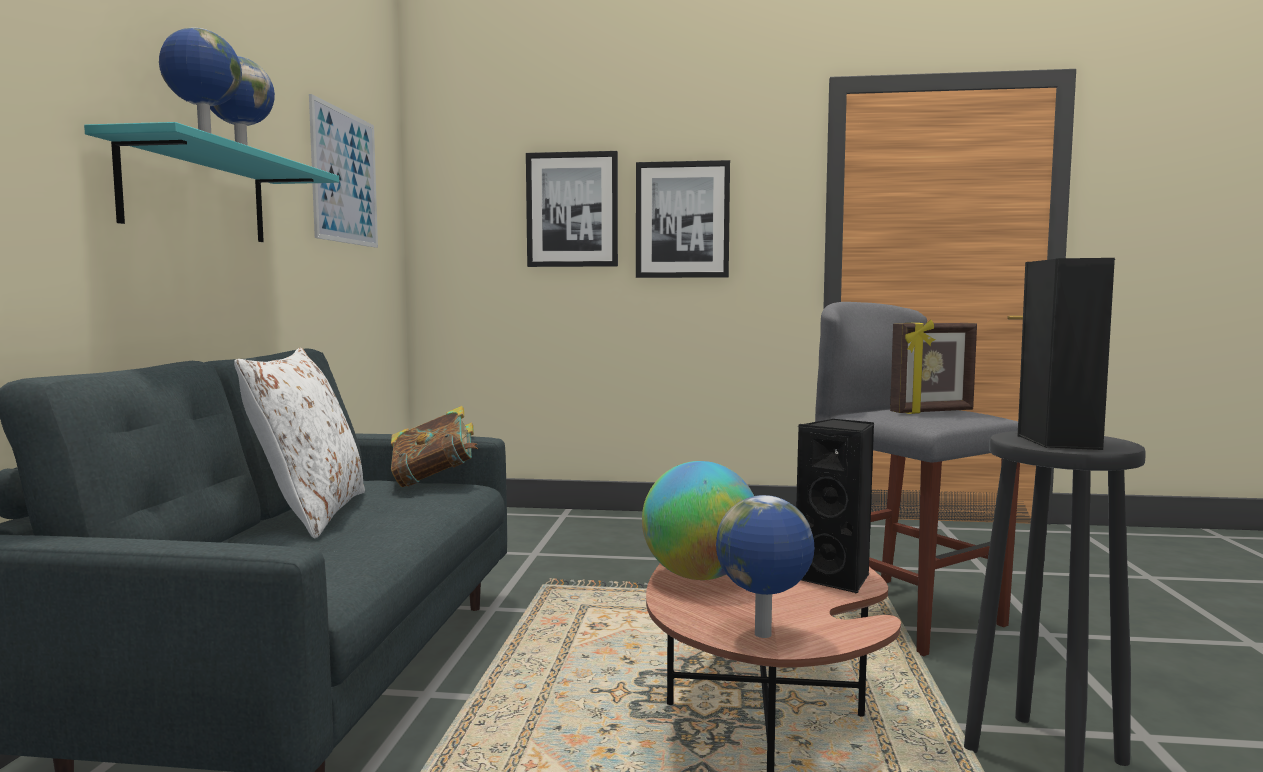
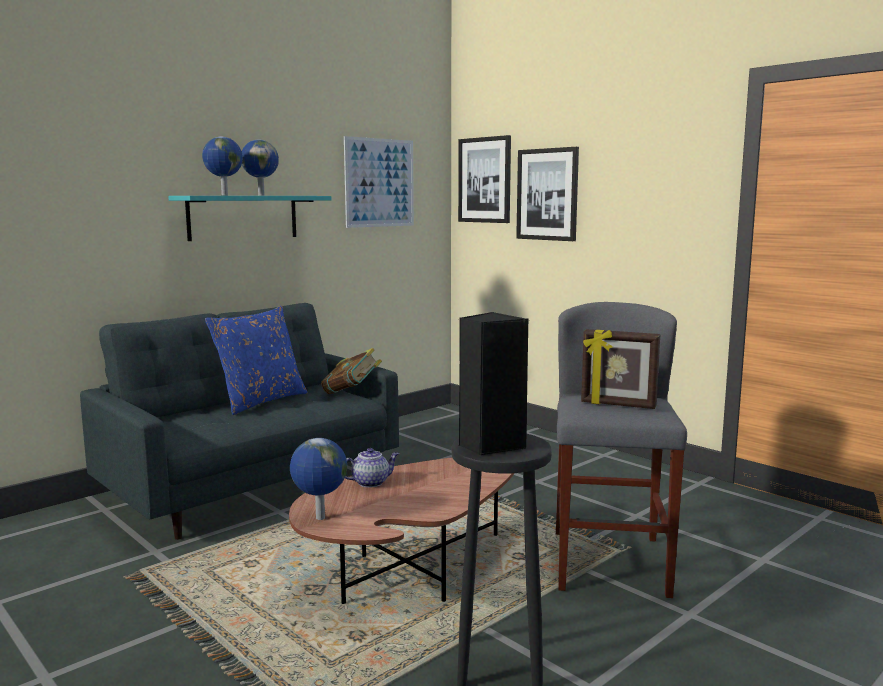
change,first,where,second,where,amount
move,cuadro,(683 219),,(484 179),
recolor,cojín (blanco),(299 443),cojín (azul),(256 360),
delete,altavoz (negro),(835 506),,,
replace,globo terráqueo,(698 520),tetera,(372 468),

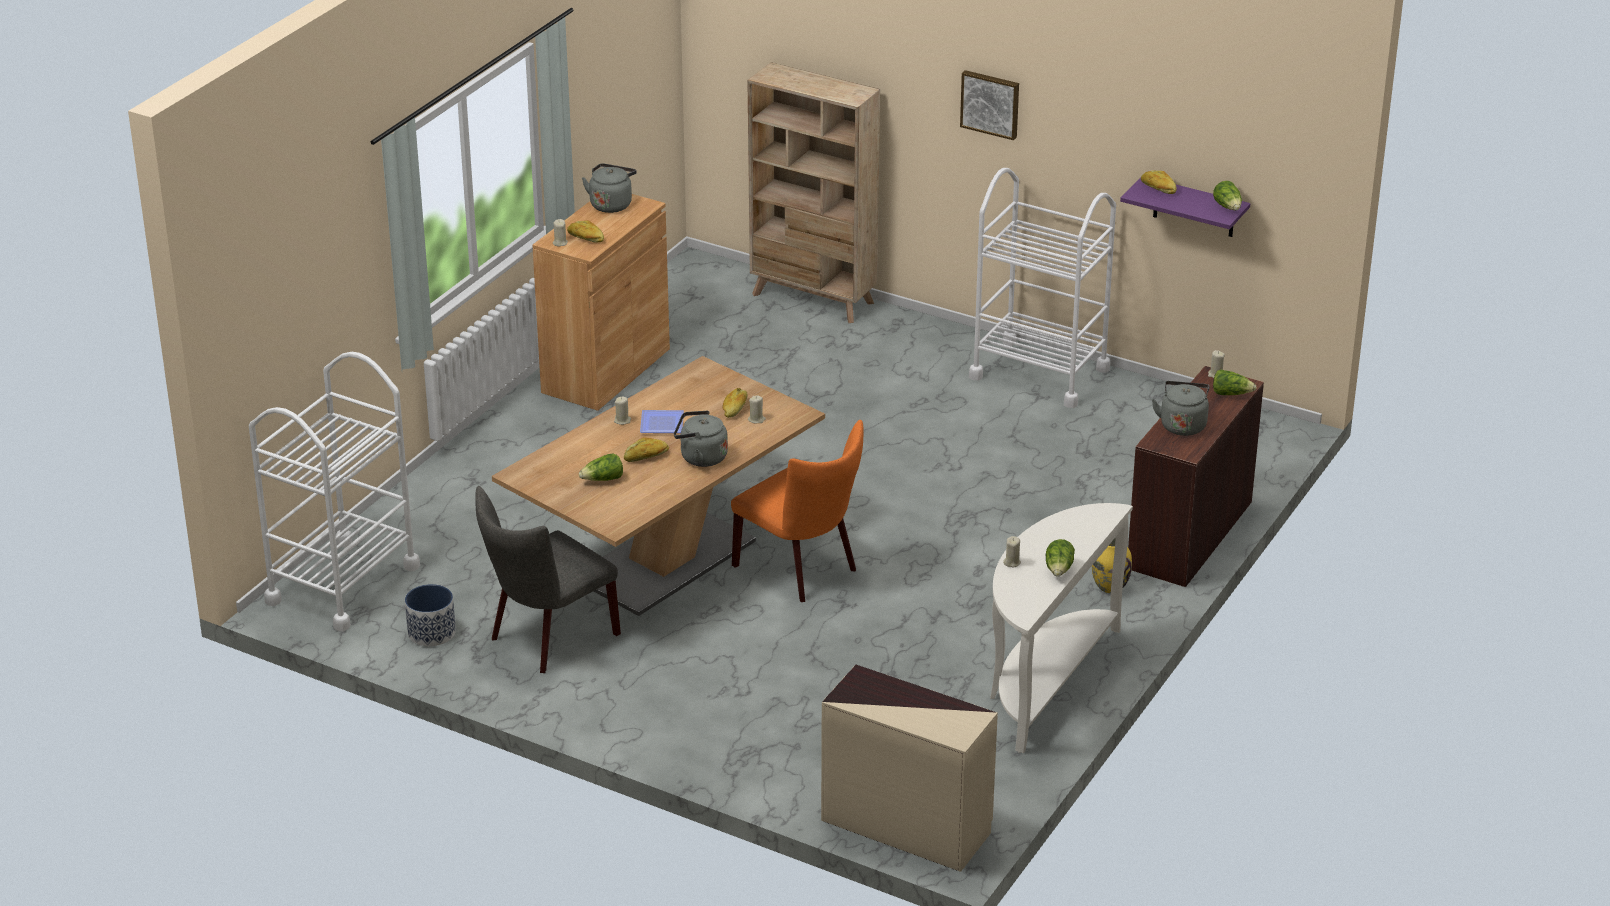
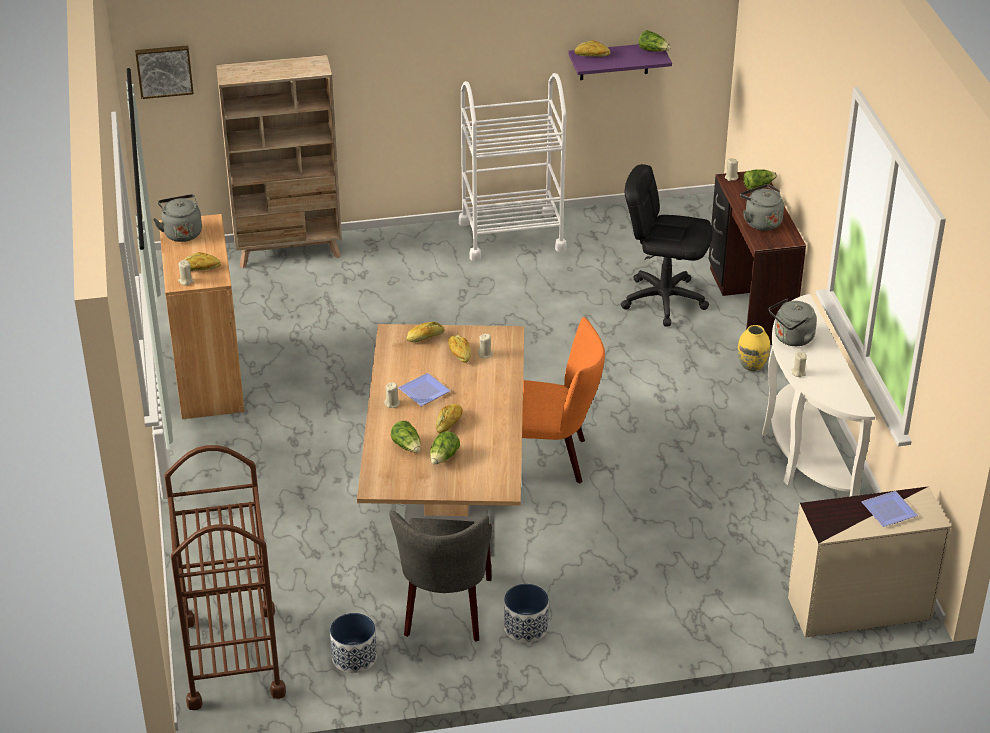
change,first,where,second,where,amount
move,cuadro,(989 105),,(164 72),
recolor,carrito (blanco),(334 491),carrito (marrón),(225 577),
move,hervidor (gris),(701 438),,(793 322),
move,lechuga,(1060 558),,(406 437),
insert,,,silla de oficina (negro),(667 245),
insert,,,pan,(425 332),
insert,,,plato,(889 509),
insert,,,maceta,(526 613),

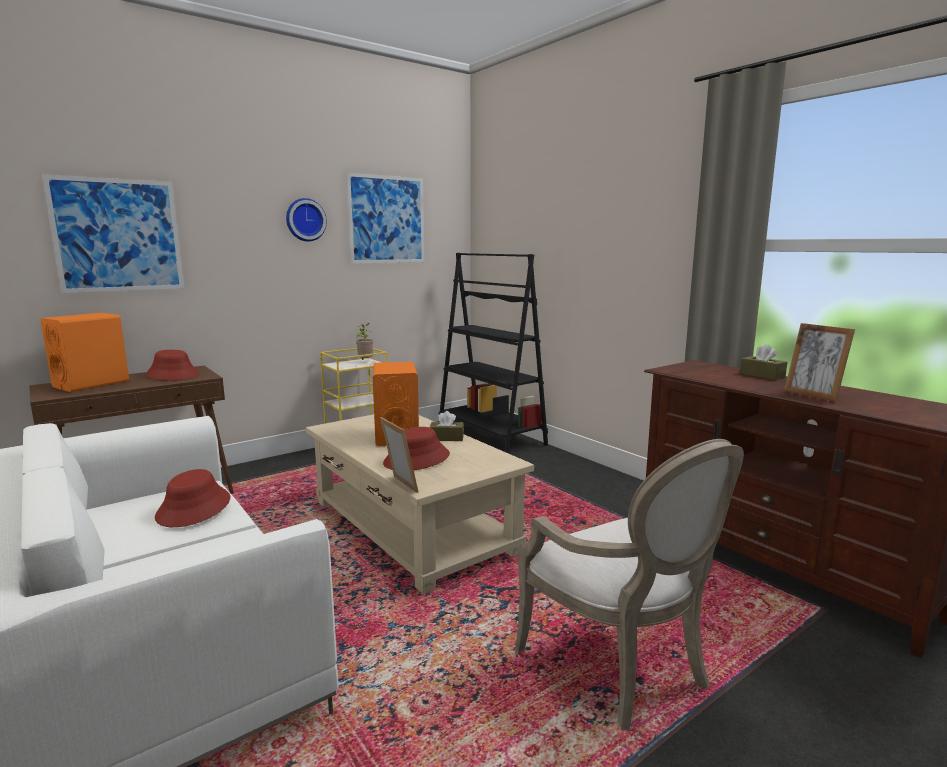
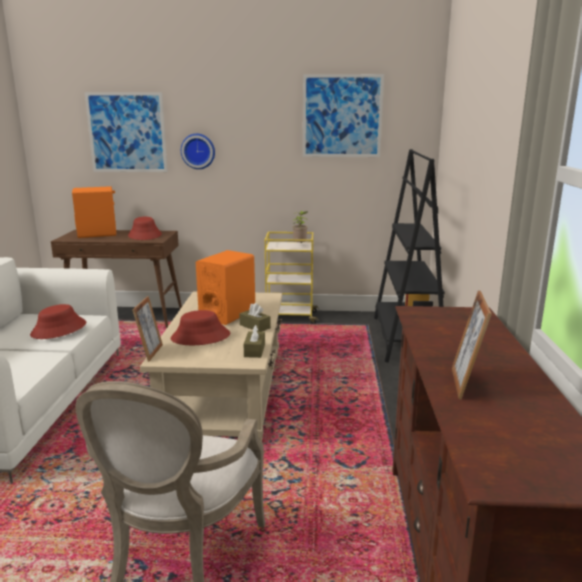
change,first,where,second,where,amount
move,reloj de pared,(306 220),,(198 151),
move,caja de pañuelos (marrón),(763 362),,(254 341),

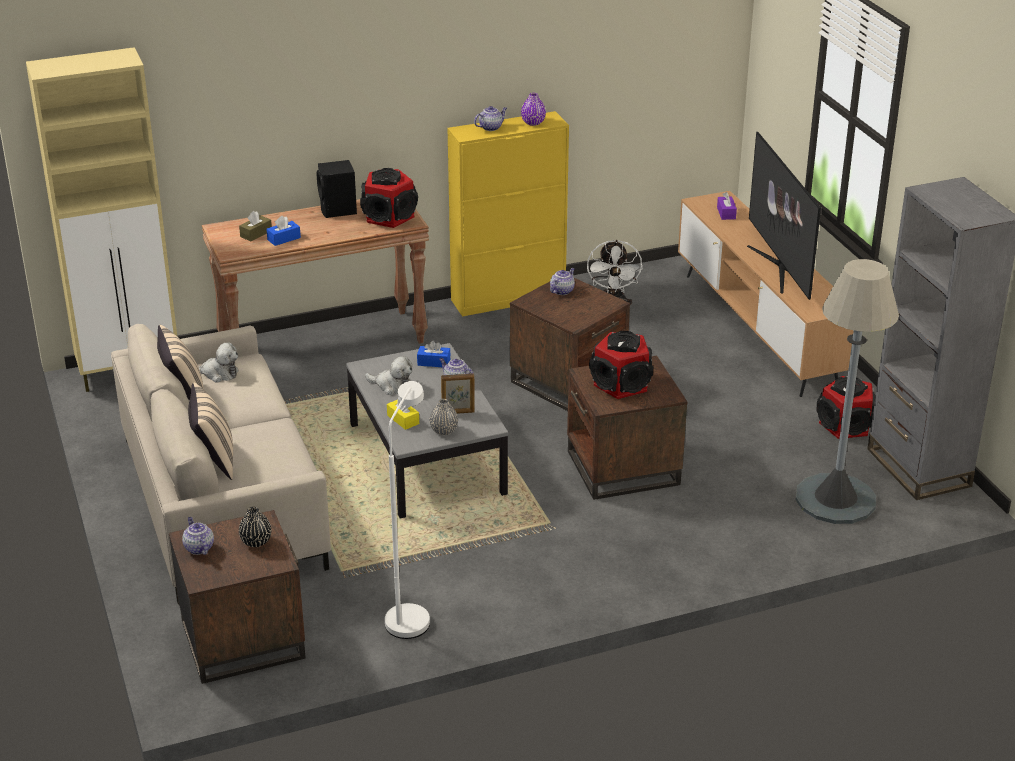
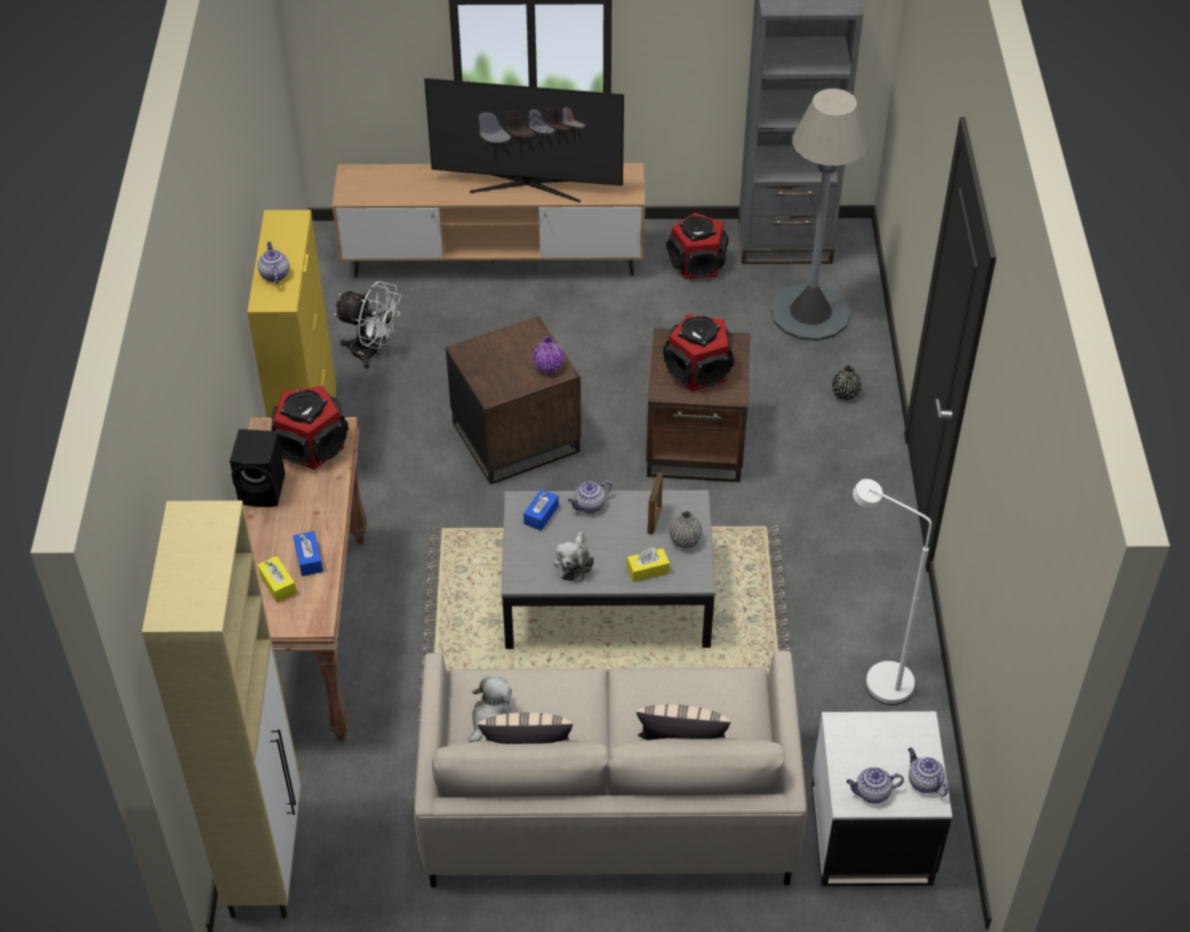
change,first,where,second,where,amount
move,florero (morado),(533 109),,(548 355),
delete,caja de pañuelos (morado),(727 206),,,
recolor,caja de pañuelos (marrón),(255 226),caja de pañuelos (amarillo),(277 579),
move,tetera,(562 281),,(928 772),
rotate,peluche,(388 375),,(574 556),150 degrees clockwise
move,florero (negro),(255 527),,(846 383),
recolor,mesa auxiliar (marrón),(237 597),mesa auxiliar (blanco),(882 798),

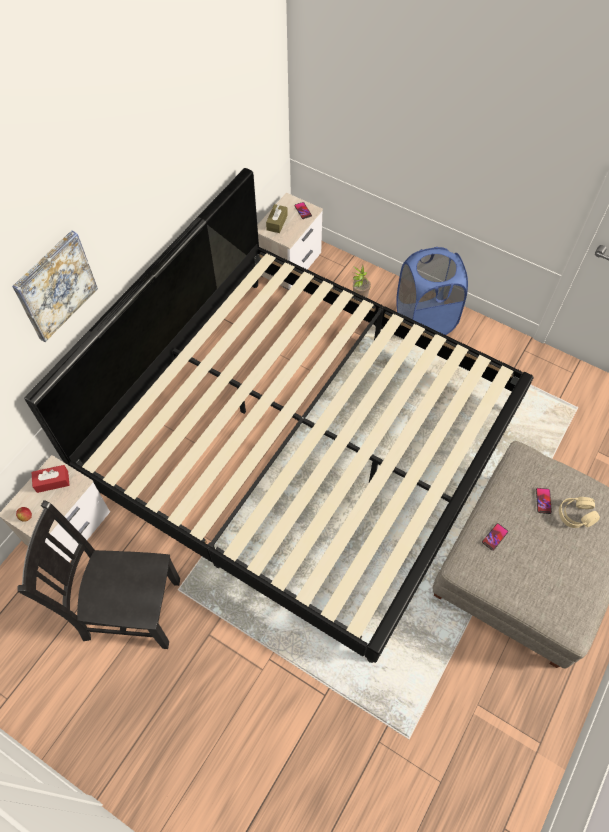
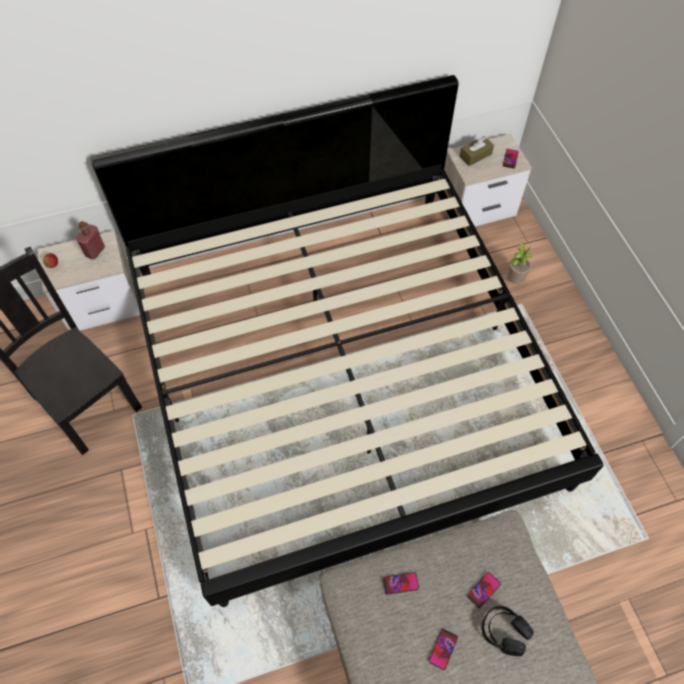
change,first,where,second,where,amount
delete,cuadro,(55 286),,,
delete,cesto de la ropa (azul),(432 291),,,
replace,caja de pañuelos (rojo),(50 479),botella (rojo),(90 240),
recolor,auriculares (beis),(579 512),auriculares (negro),(508 631),
insert,,,móvil,(443 649),

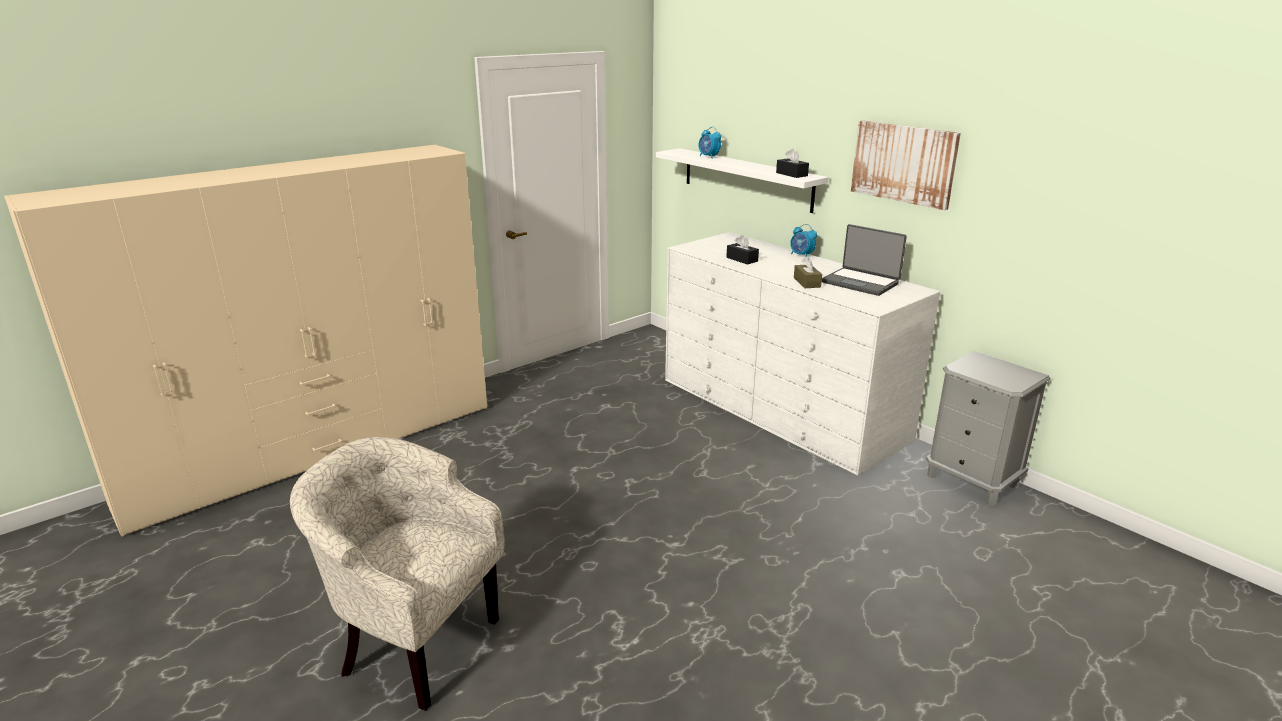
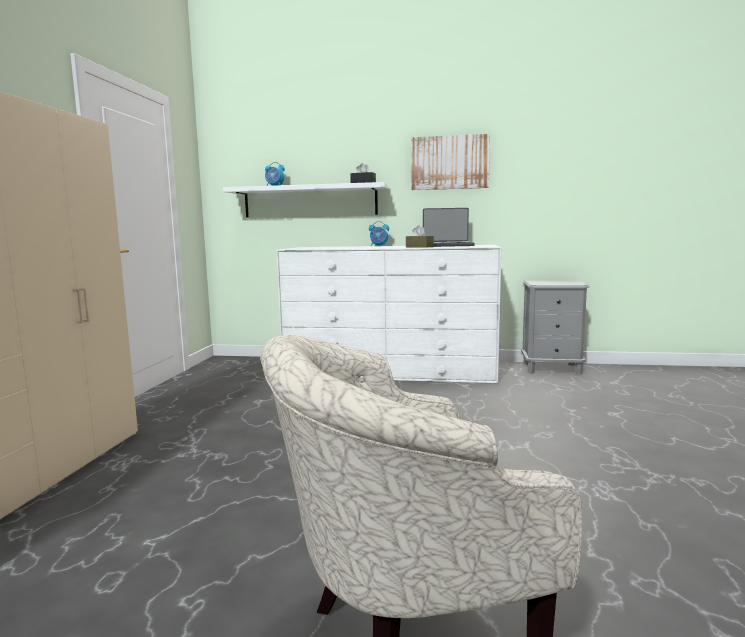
change,first,where,second,where,amount
delete,caja de pañuelos (negro),(742 250),,,

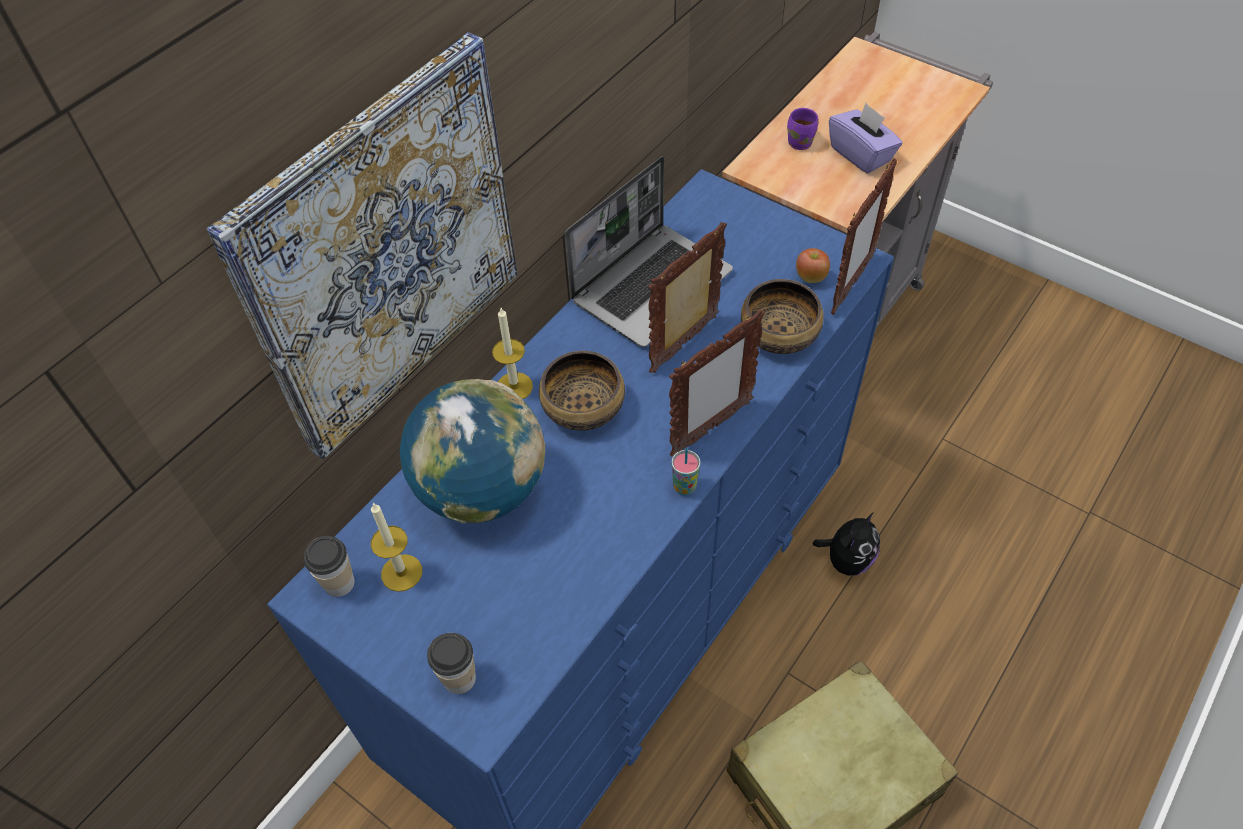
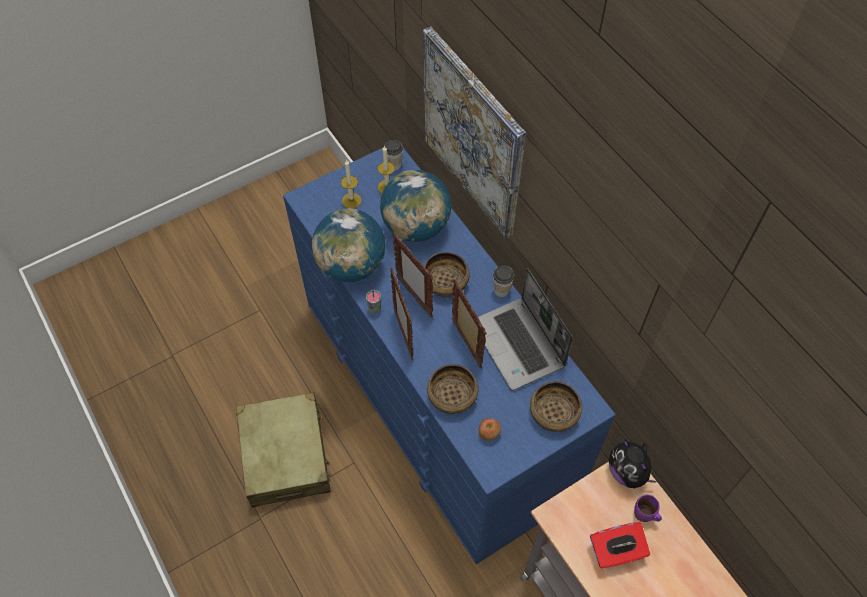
change,first,where,second,where,amount
recolor,caja de pañuelos (morado),(865 138),caja de pañuelos (rojo),(620 545),
move,portarretratos,(864 237),,(413 276),
move,vela,(512 353),,(351 183),
move,peluche,(846 543),,(633 463),
move,taza,(451 663),,(503 281),
insert,,,globo terráqueo,(349 245),
insert,,,cuenco,(556 406),

